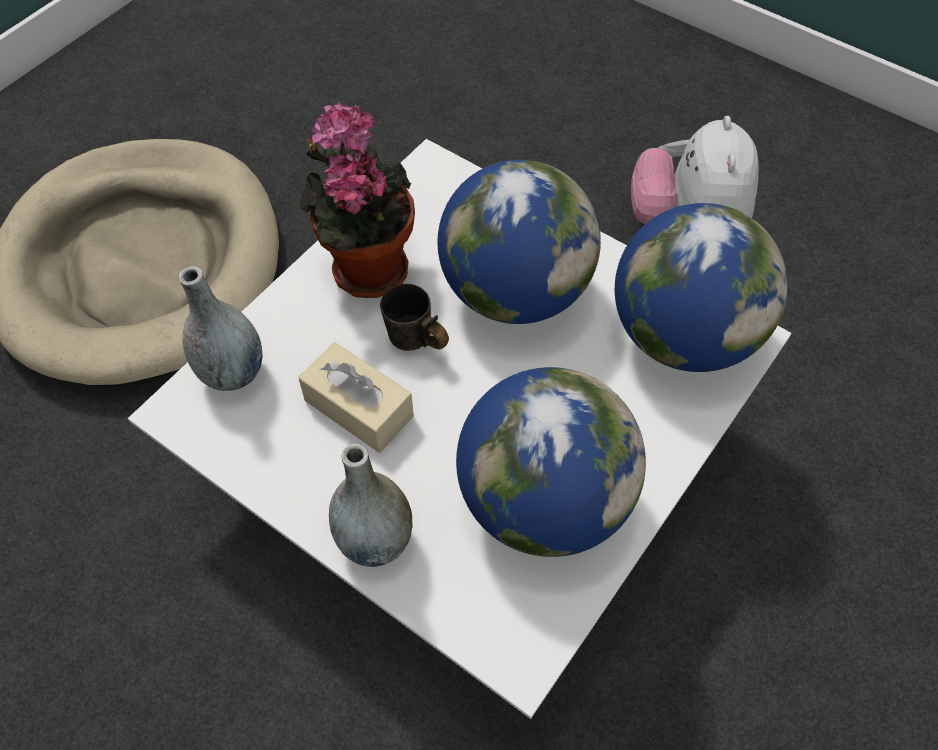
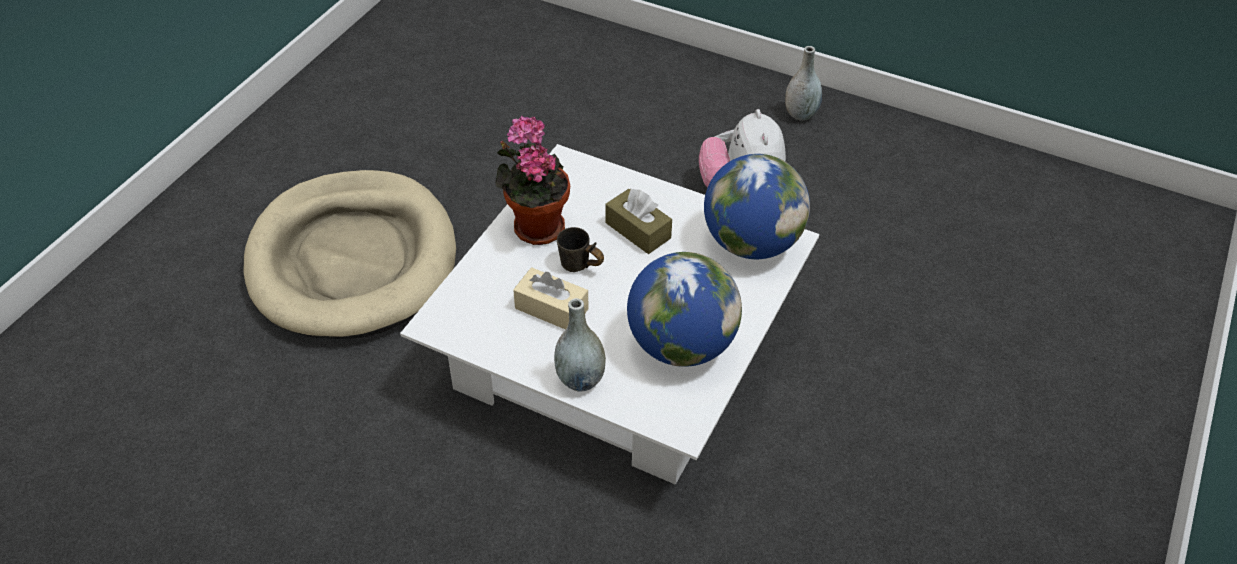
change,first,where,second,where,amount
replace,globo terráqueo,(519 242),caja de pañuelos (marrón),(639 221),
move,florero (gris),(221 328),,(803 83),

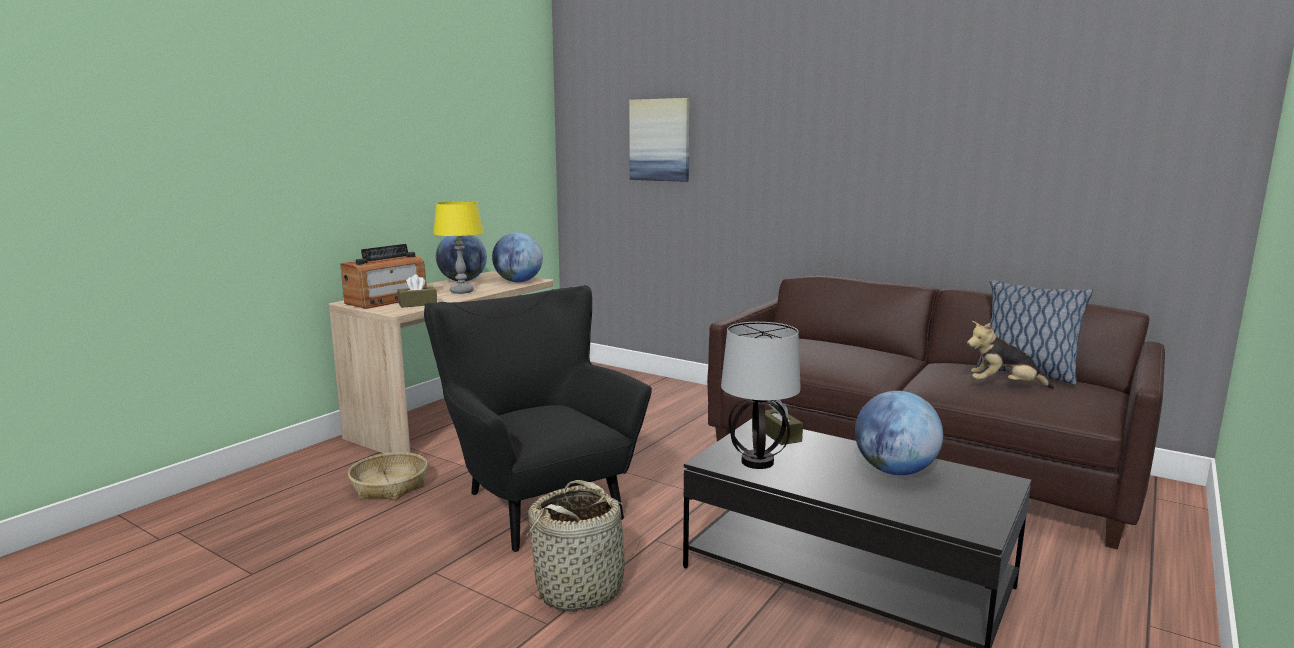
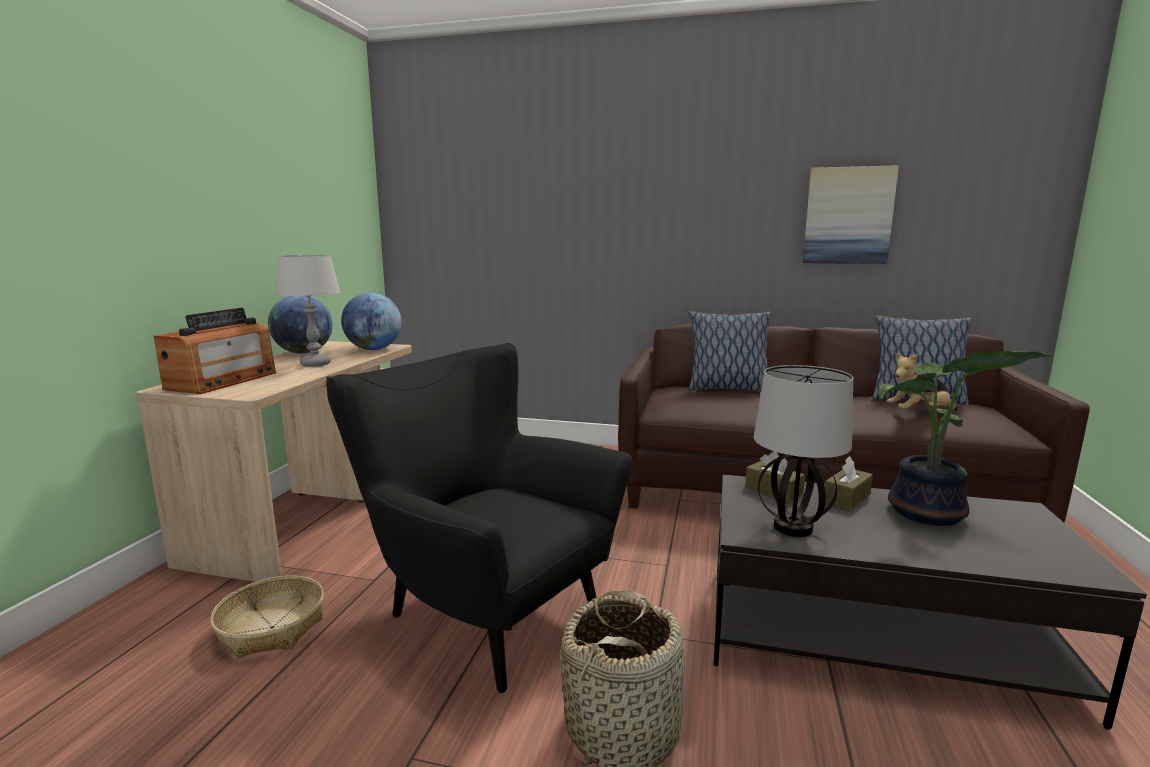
change,first,where,second,where,amount
move,cuadro,(659 140),,(851 214),
recolor,lámpara de mesa (amarillo),(458 247),lámpara de mesa (gris),(307 311),
move,caja de pañuelos (marrón),(417 291),,(849 483),
replace,globo terráqueo,(899 433),planta en maceta,(964 438),
insert,,,cojín,(729 351),

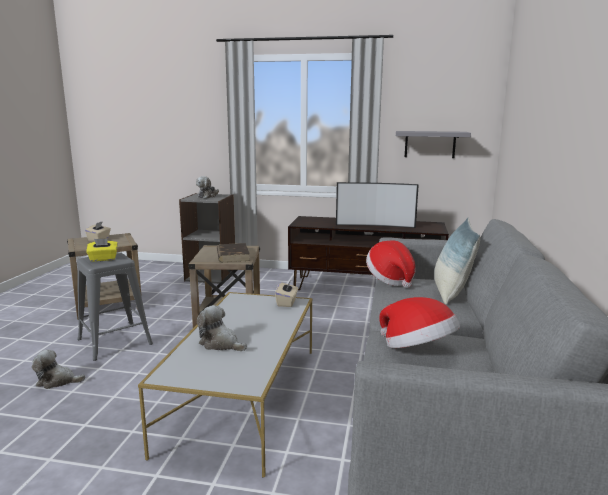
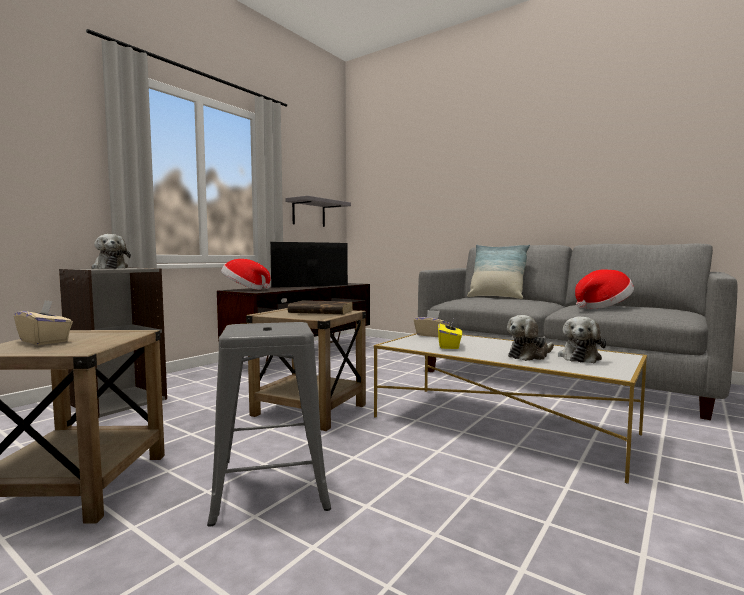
change,first,where,second,where,amount
rotate,televisor,(377 205),,(309 265),150 degrees counterclockwise
move,caja de pañuelos (amarillo),(102 250),,(450 334),
move,sombrero,(391 264),,(246 274),
move,peluche,(58 369),,(582 339),

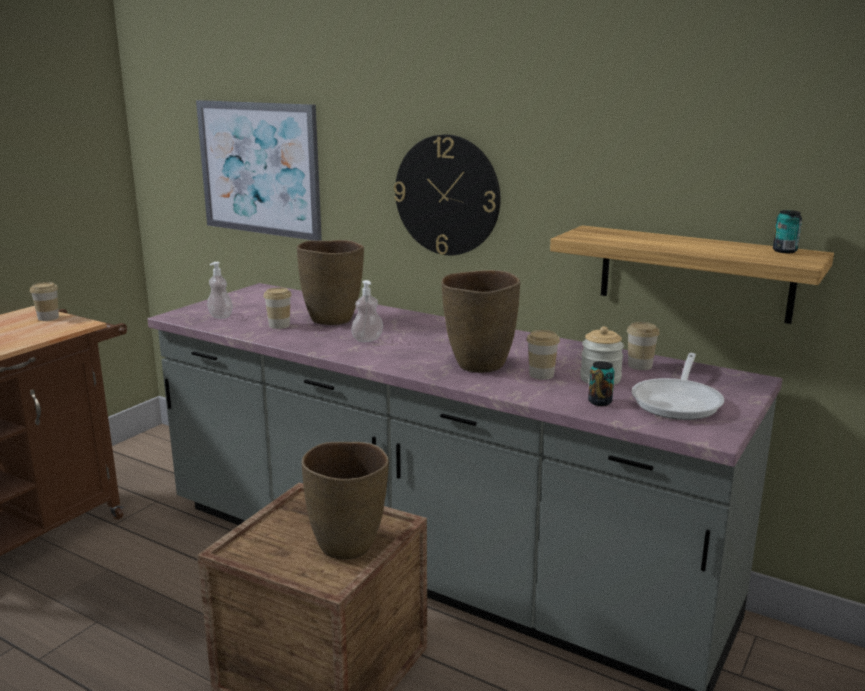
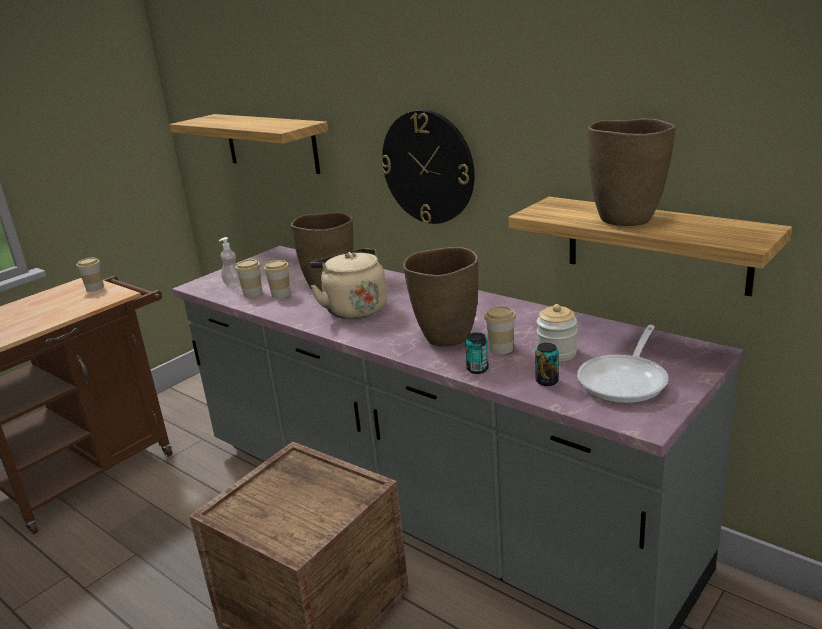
change,first,where,second,where,amount
replace,cuadro,(259 170),estante,(249 144),
move,lata,(787 231),,(477 353),
replace,dispensador de jabón,(367 311),hervidor (beis),(348 283),
move,taza,(643 346),,(249 278),
move,florero (marrón),(345 501),,(632 172),

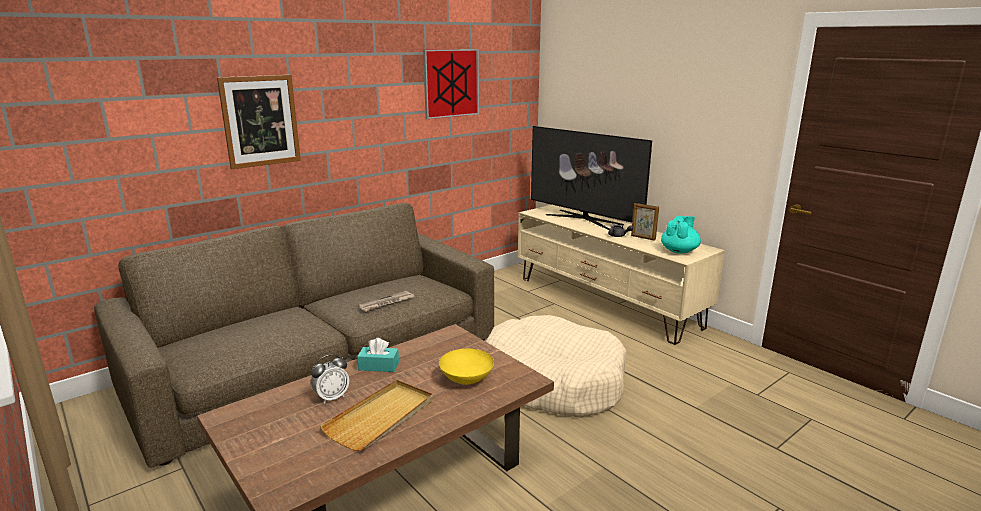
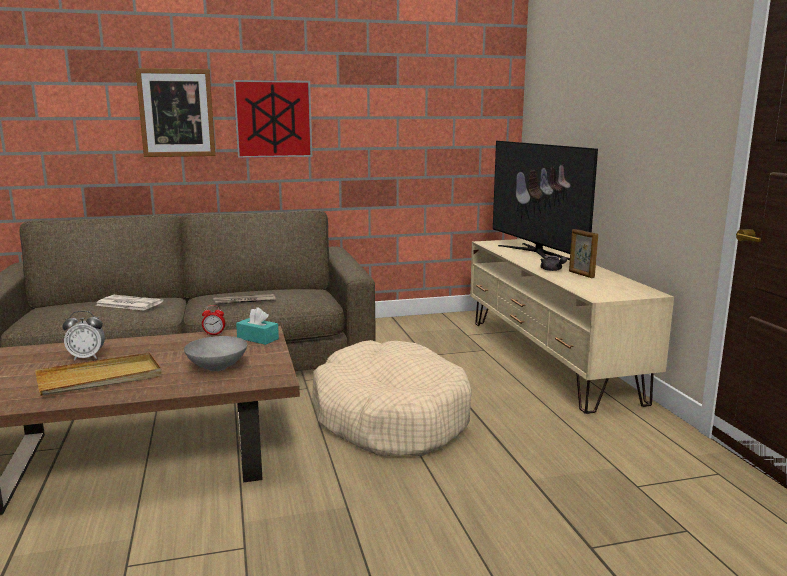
change,first,where,second,where,amount
move,cuadro,(451 84),,(272 119),
delete,tetera (turquesa),(681 235),,,
move,caja de pañuelos (turquesa),(378 355),,(257 326),
recolor,cuenco (amarillo),(466 367),cuenco (gris),(215 353),
insert,,,periódico,(129 302),
insert,,,despertador,(213 320),

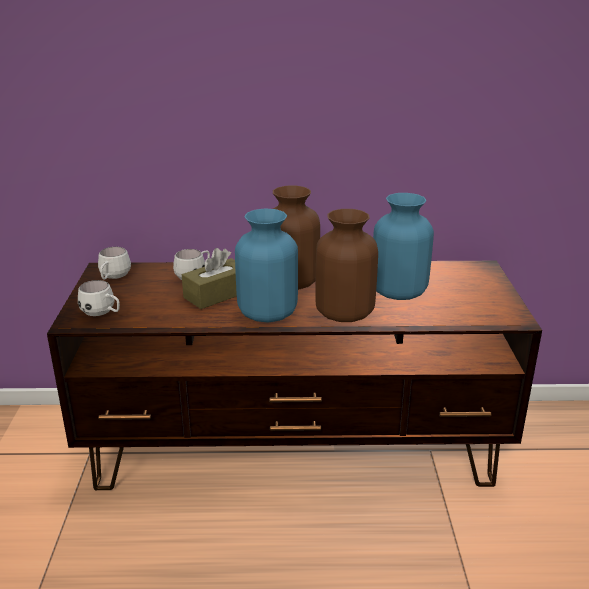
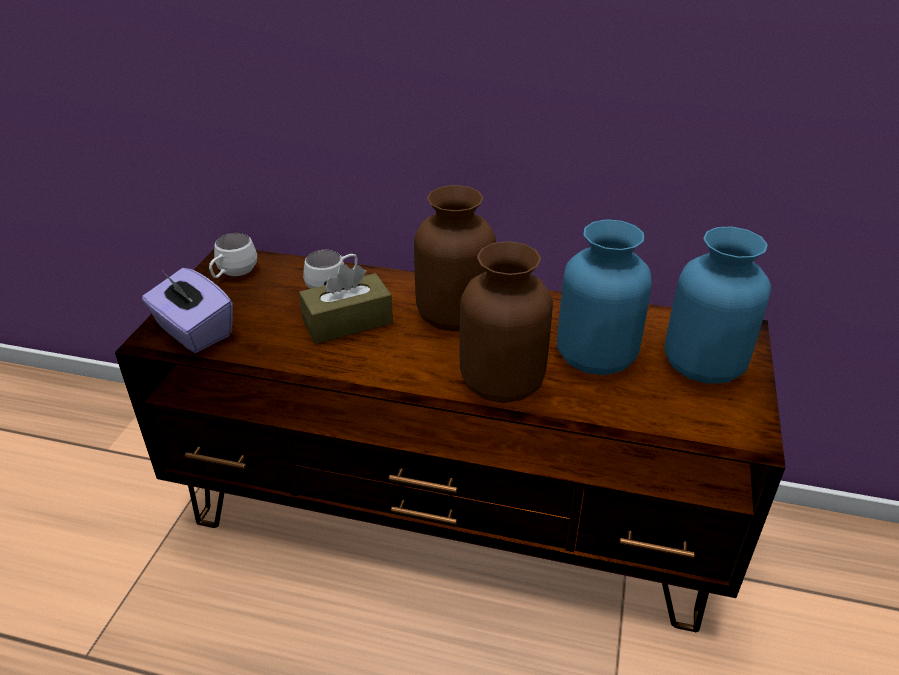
change,first,where,second,where,amount
move,florero (azul),(266 265),,(717 305),
replace,taza grande (blanco),(99 298),caja de pañuelos (morado),(187 310),

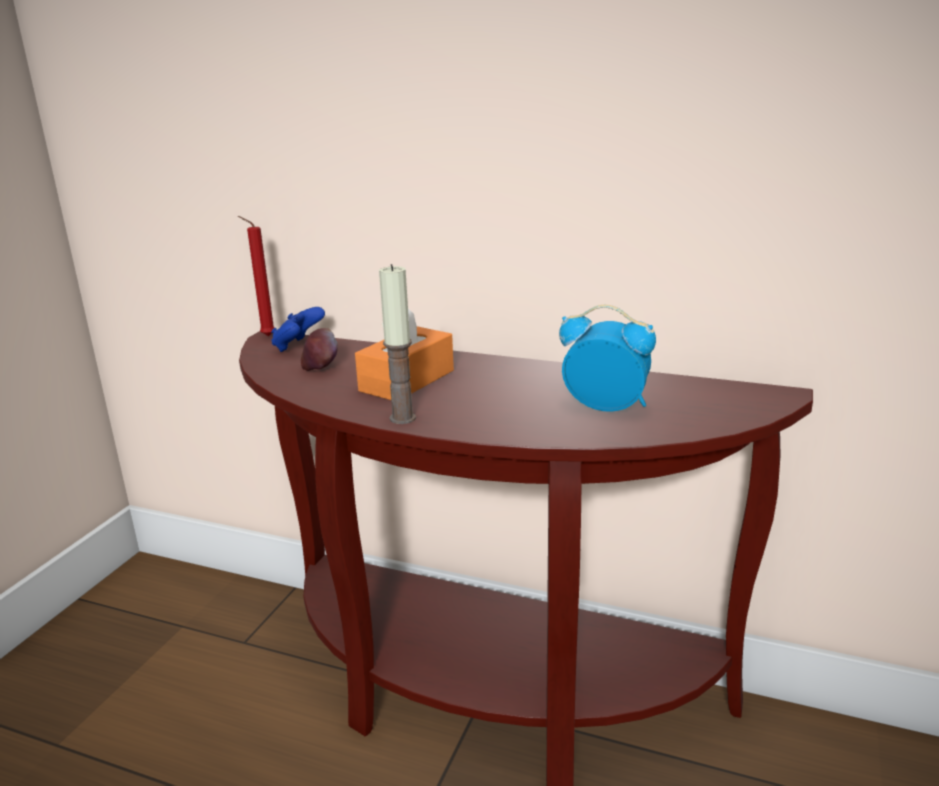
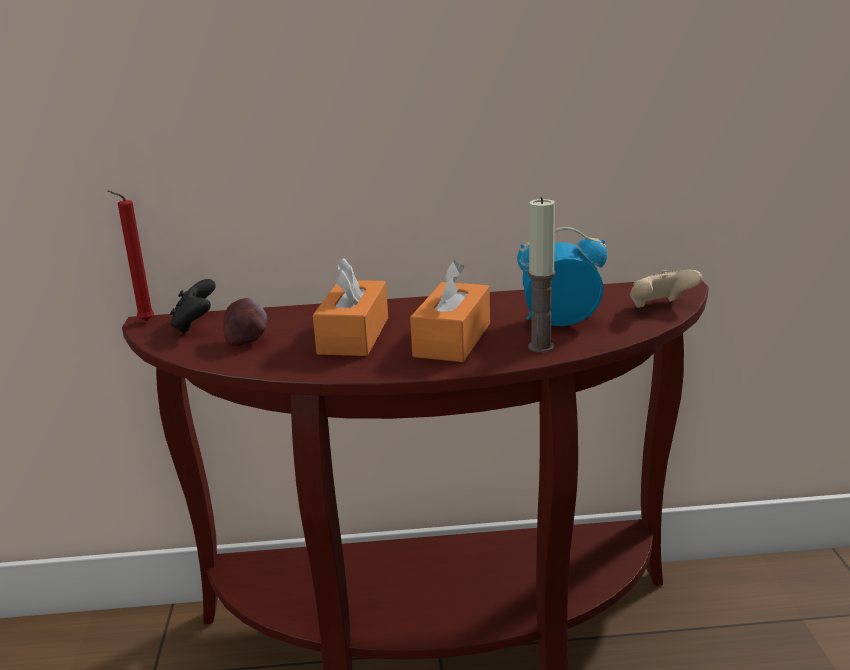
change,first,where,second,where,amount
move,vela,(397 344),,(542 275),
recolor,mando de consola (azul),(298 329),mando de consola (negro),(193 306),
insert,,,caja de pañuelos (naranja),(450 311),
insert,,,mando de consola (beis),(666 289),

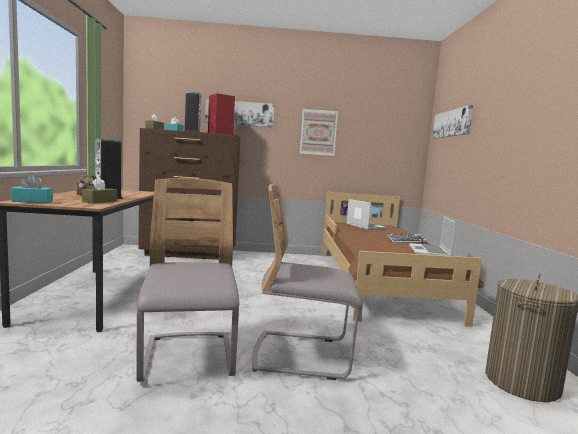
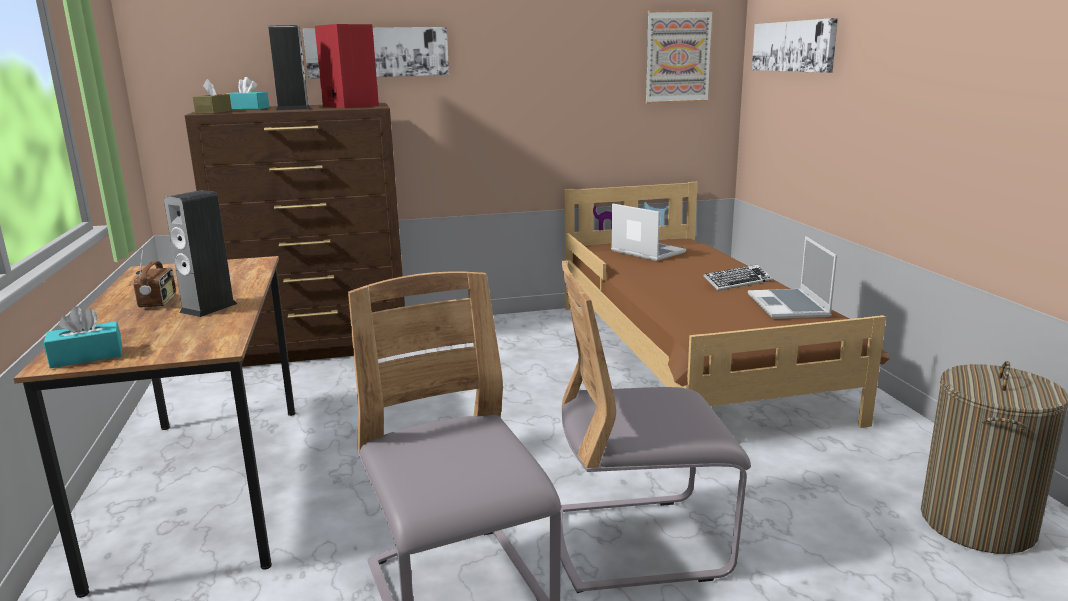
change,first,where,second,where,amount
move,cuadro,(319 132),,(679 57),
delete,caja de pañuelos (marrón),(99 190),,,

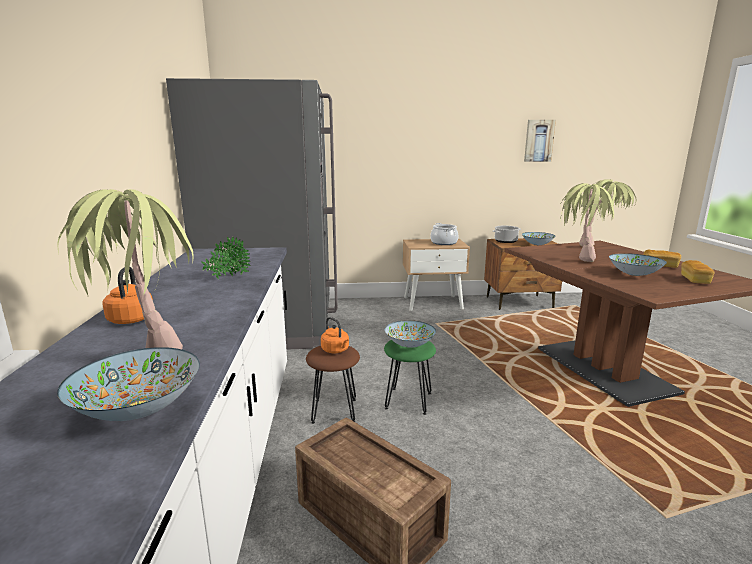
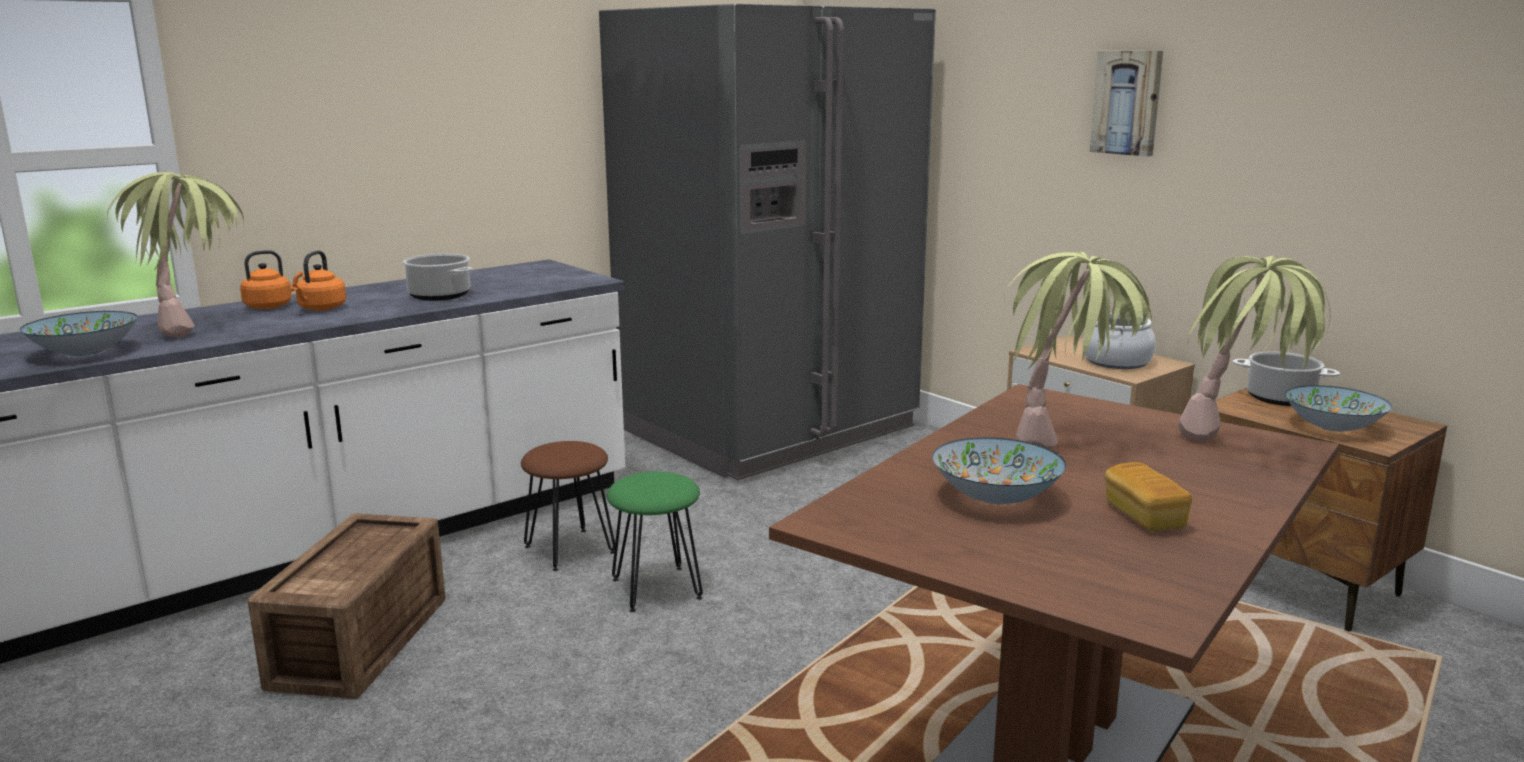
change,first,where,second,where,amount
move,cuadro,(540 141),,(1126 104),
replace,planta en maceta,(226 258),olla,(437 277),
delete,pan,(698 272),,,
move,hervidor (naranja),(335 335),,(319 280),
delete,cuenco,(410 334),,,

